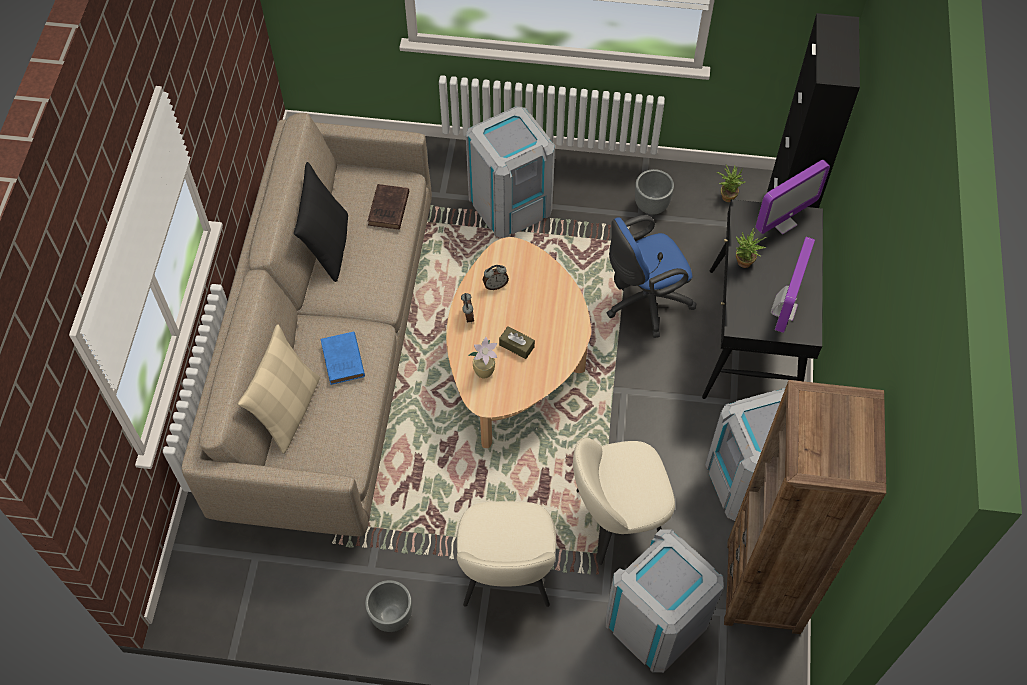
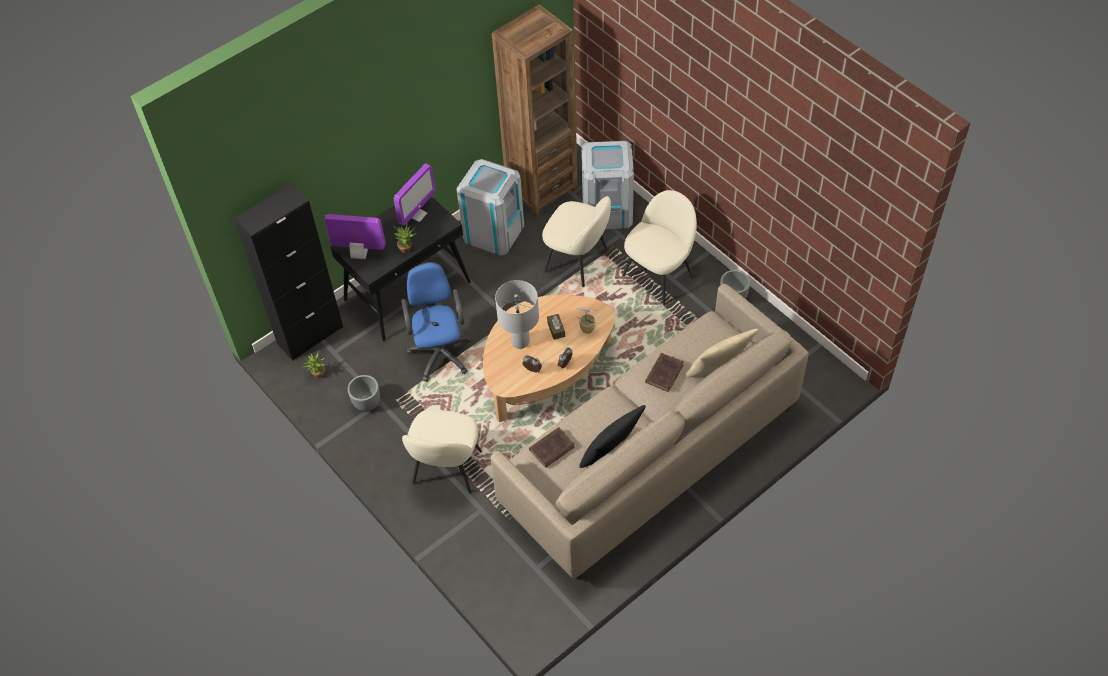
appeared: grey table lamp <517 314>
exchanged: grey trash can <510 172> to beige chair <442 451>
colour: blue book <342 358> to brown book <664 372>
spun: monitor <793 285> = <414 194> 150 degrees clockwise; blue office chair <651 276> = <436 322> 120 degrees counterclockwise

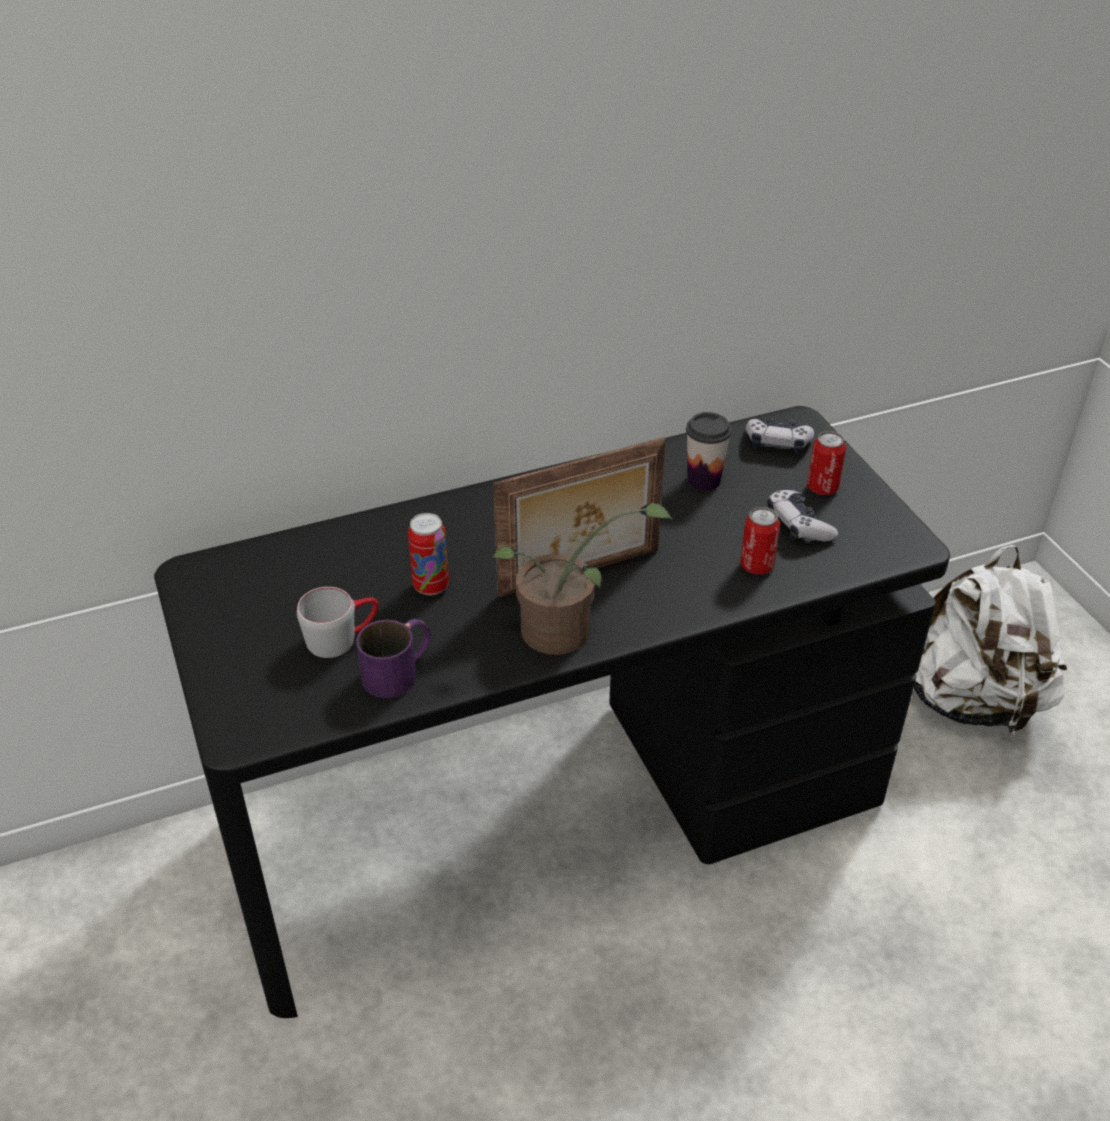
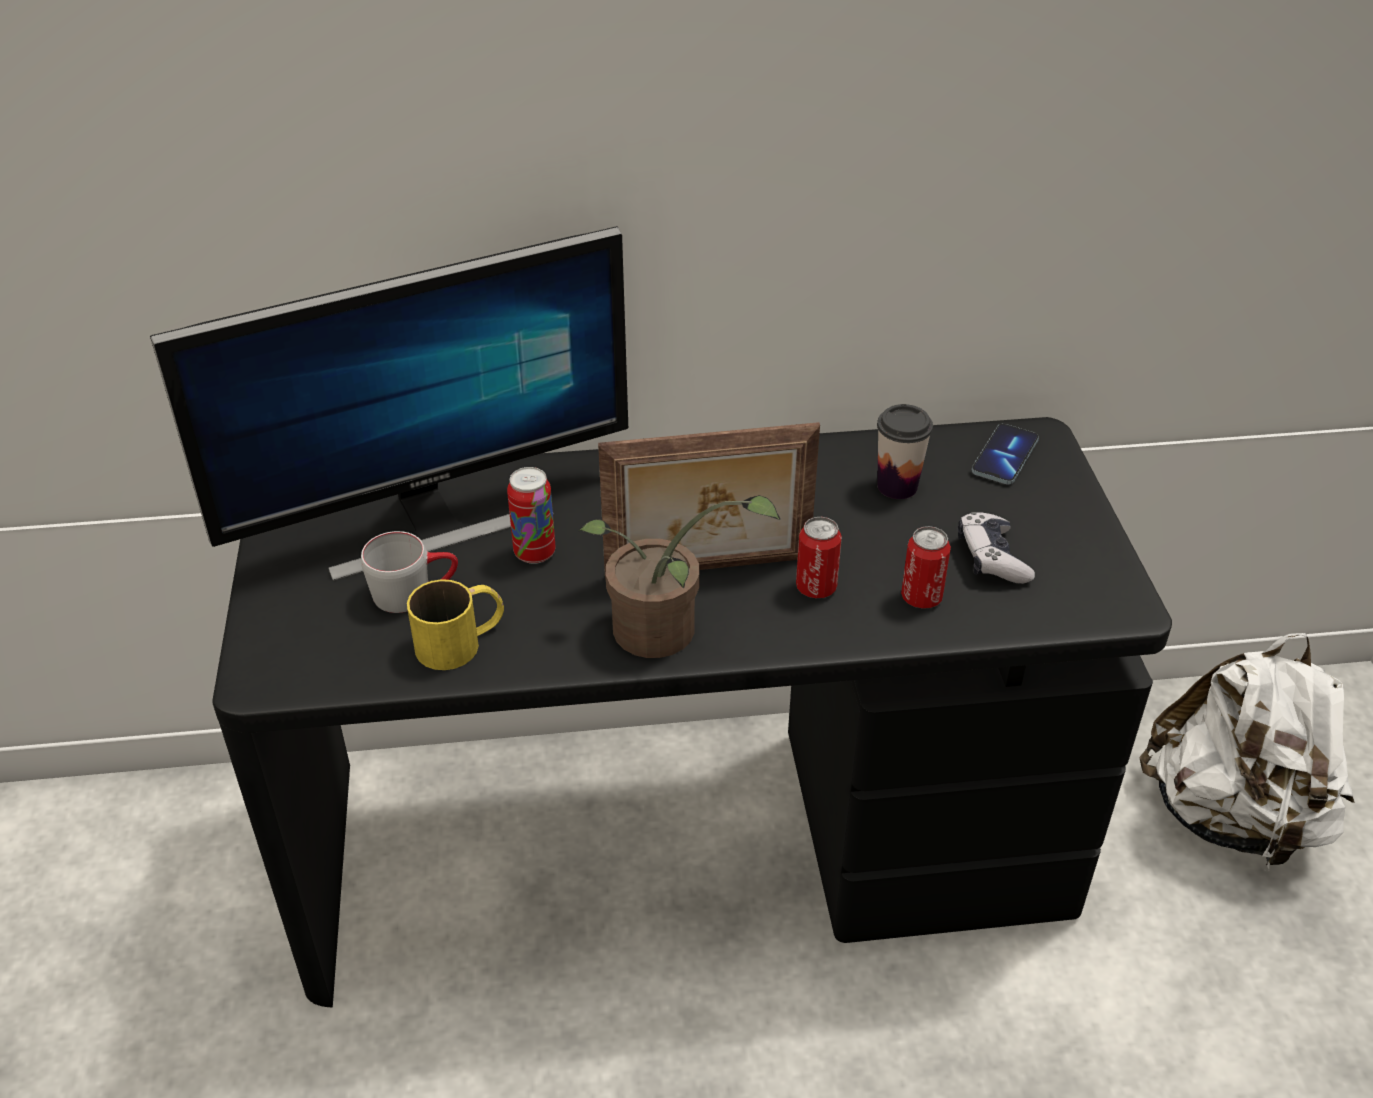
appeared: monitor <389 403>
relocated: can <826 463> to <819 557>
exchanged: game controller <780 435> to phone <1005 454>
colour: purple mug <393 658> to yellow mug <455 624>

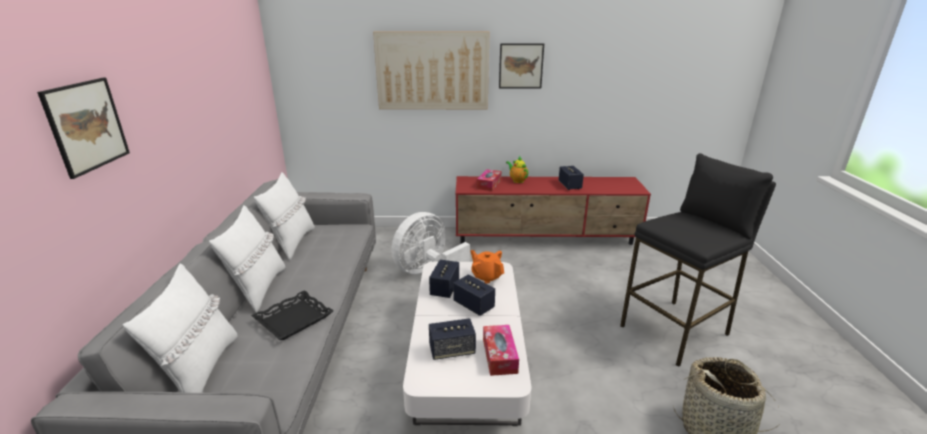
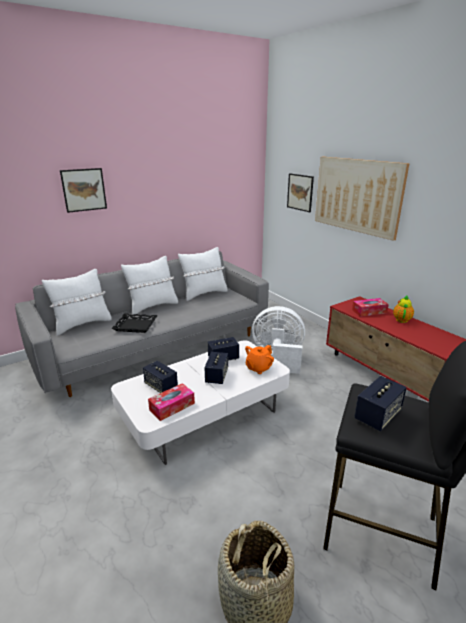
relocated: picture <521 66> to <300 192>; speaker <571 178> to <380 403>
spun: orange teapot <487 267> = <259 359> 150 degrees counterclockwise

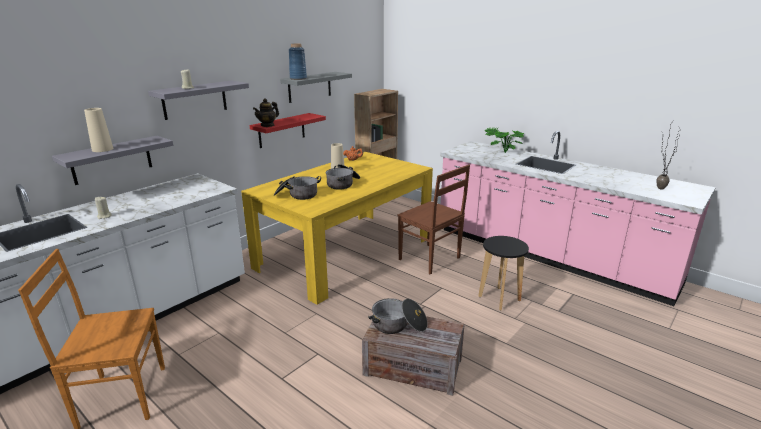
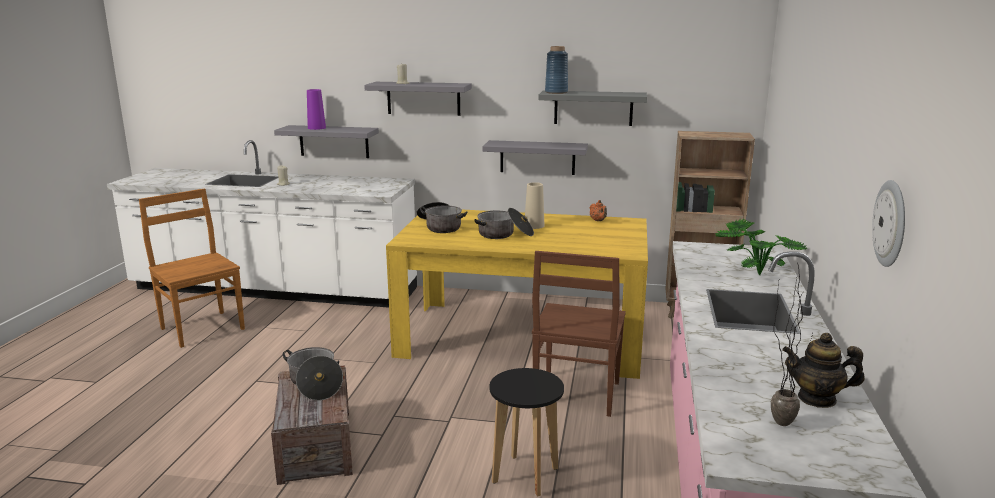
appeared: wall clock <888 223>
relocated: teapot <266 112> to <823 370>
colour: beige vase <98 130> to purple vase <316 109>; red shelf <288 130> to grey shelf <535 157>

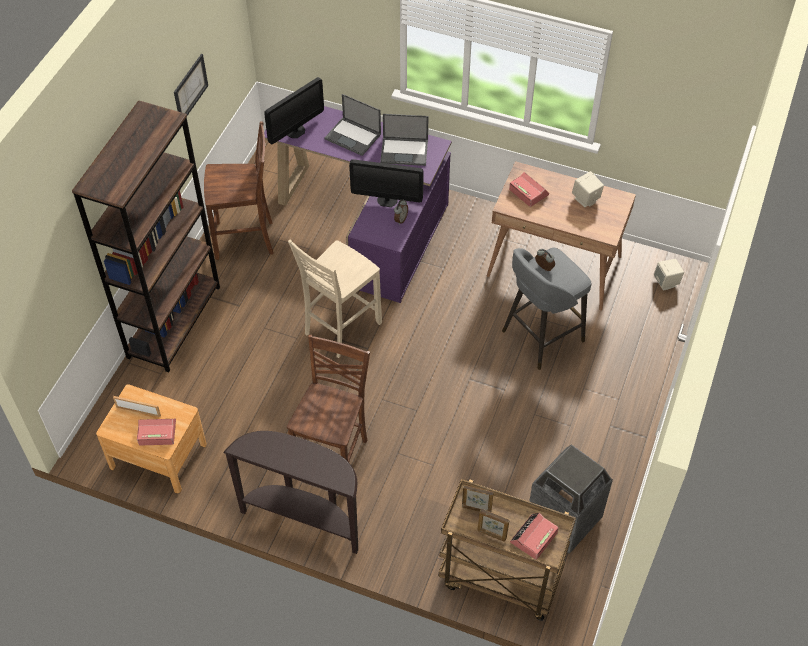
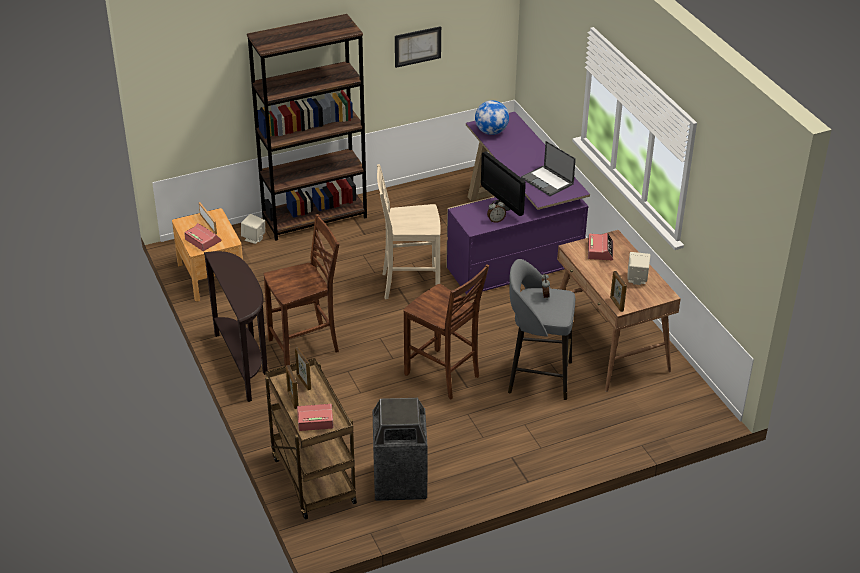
missing: laptop <352 125>
appeared: picture frame <618 291>
relocated: beige speaker <669 275> to <253 229>; brown chair <239 190> to <446 332>
exchanged: monitor <294 111> to globe <492 117>

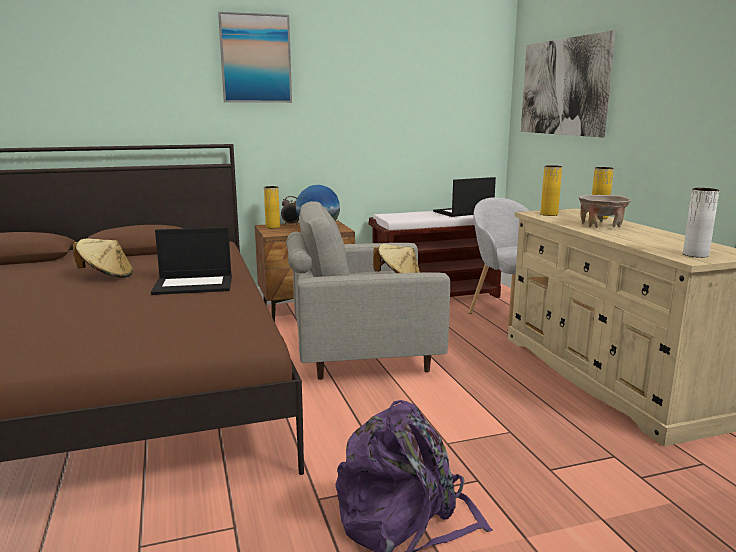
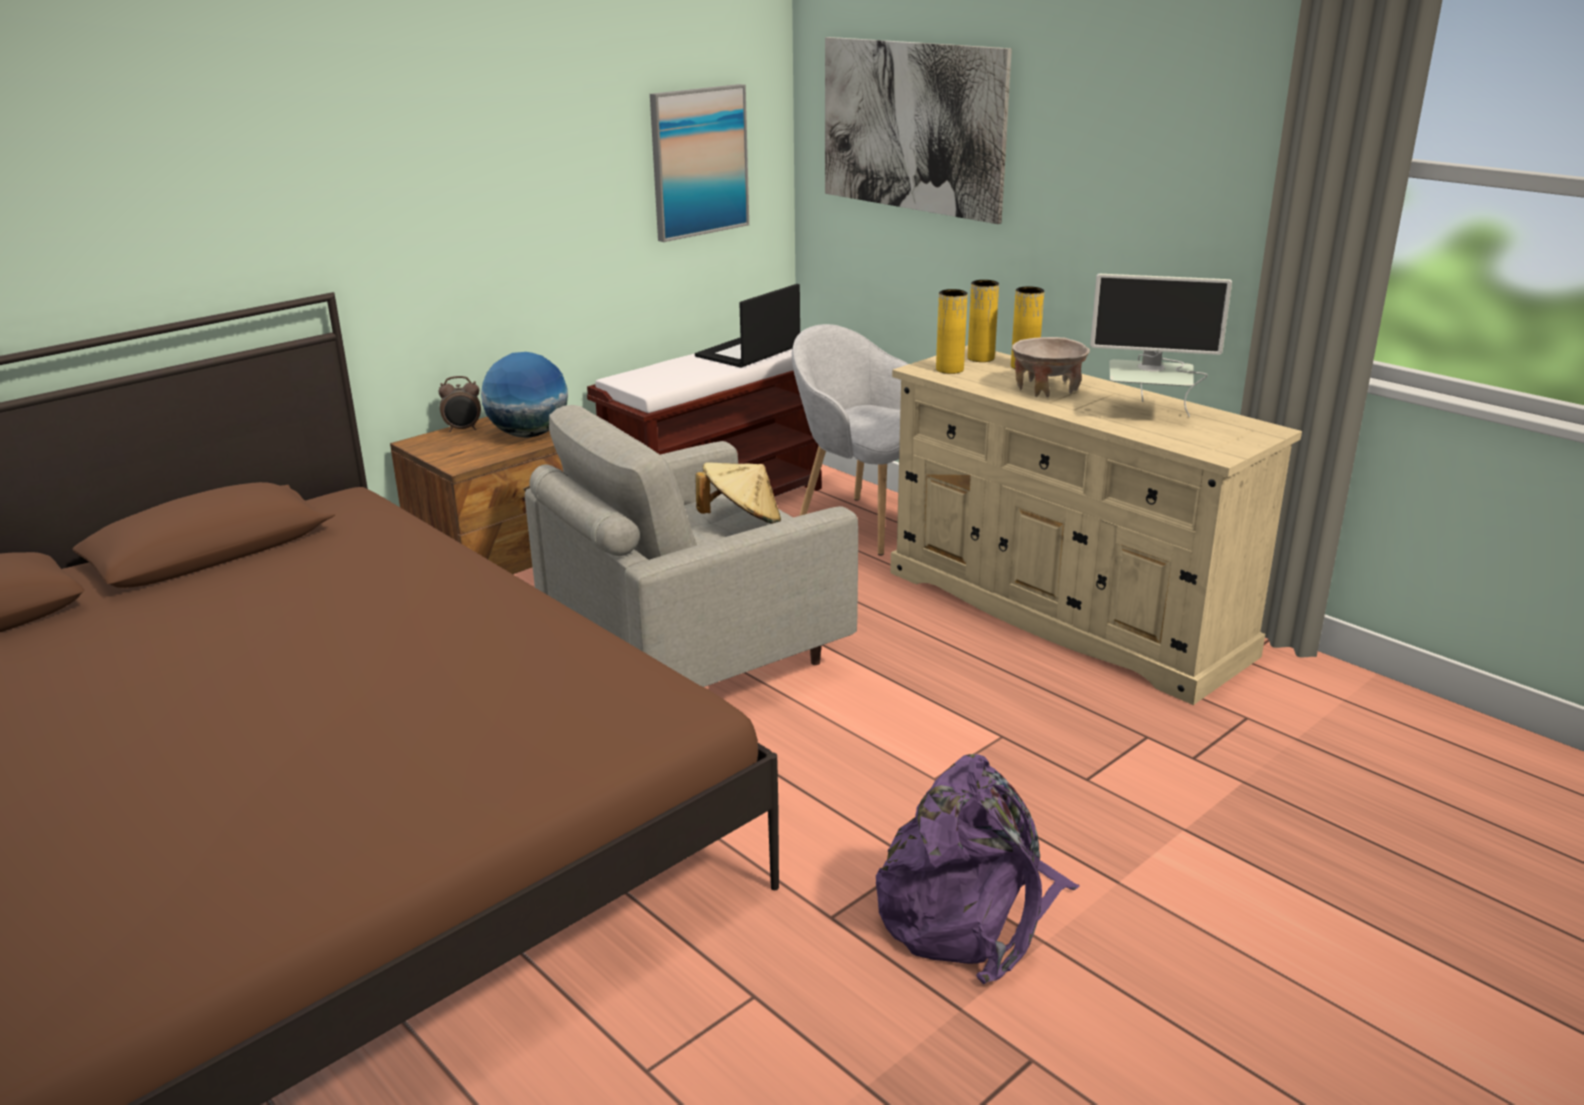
missing: beige hat <103 258>; laptop <191 261>; white vase <701 223>
appeared: monitor <1161 345>
relocated: picture <255 57> to <699 163>; yellow vase <272 207> to <983 321>

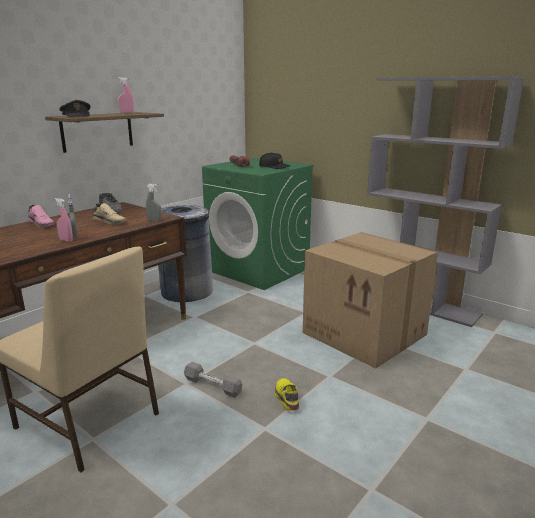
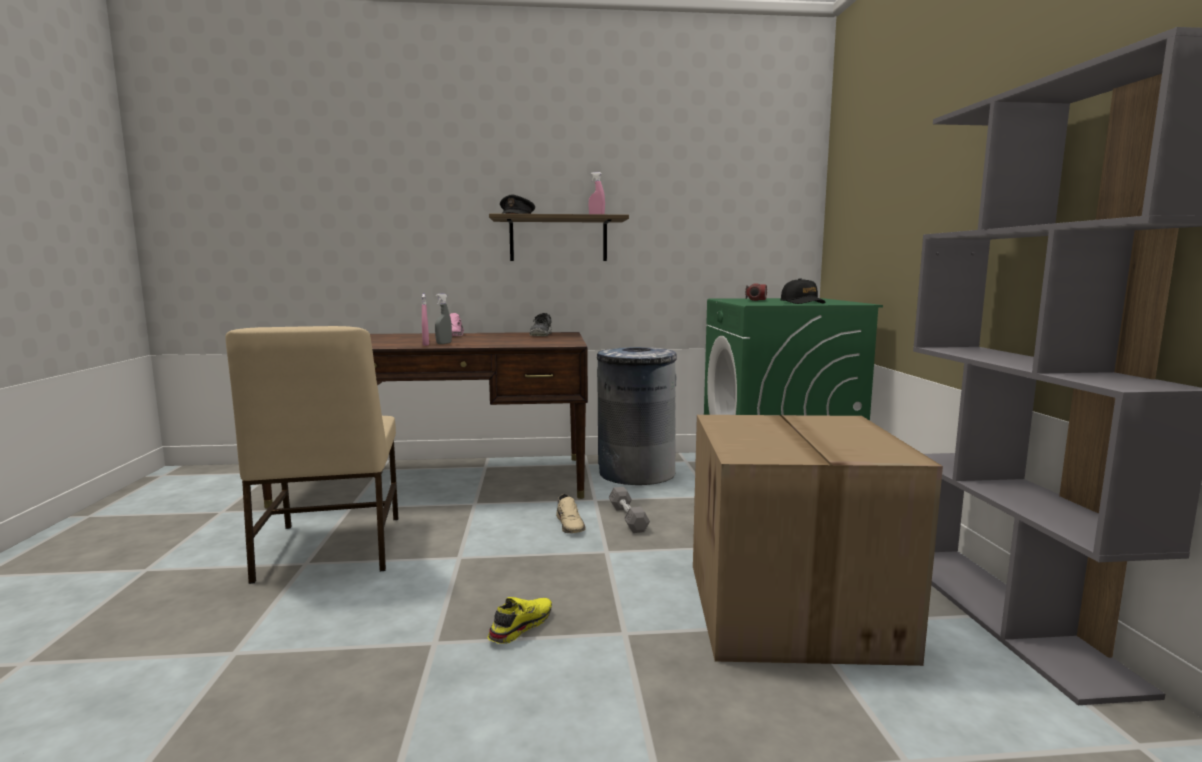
missing: grey spray bottle <154 203>
relocated: beige shoe <109 214> to <571 513>; grey dumbbell <213 380> to <629 510>

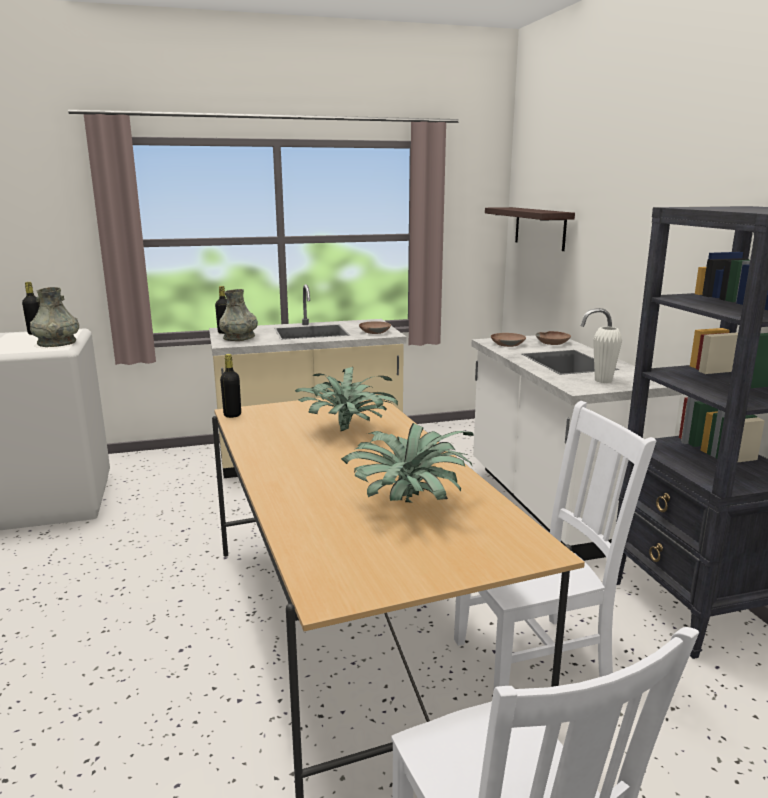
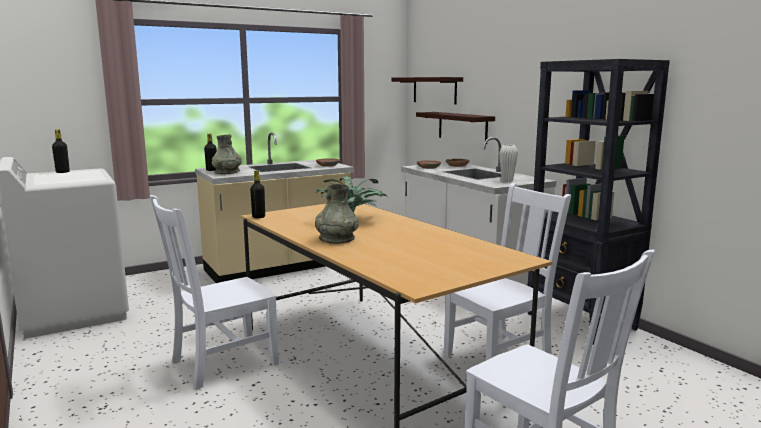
missing: potted plant <407 463>
appeared: white chair <214 292>; shelf <455 126>
relocated: grey vase <54 317> to <337 214>

